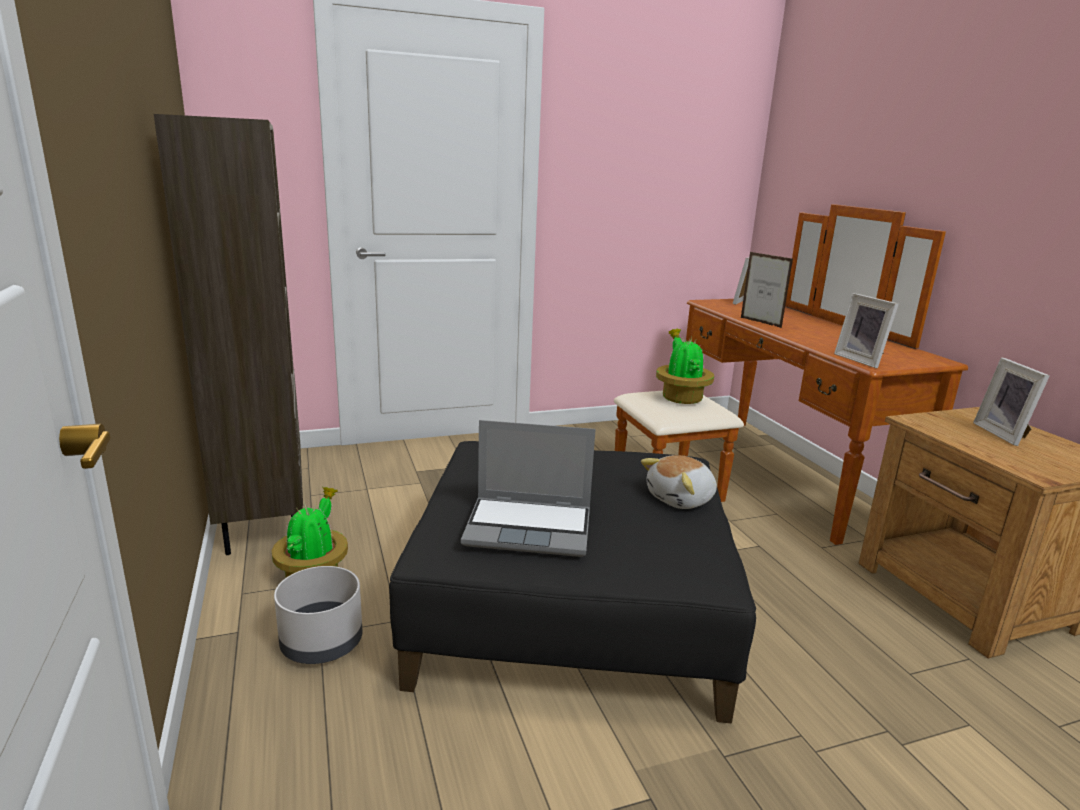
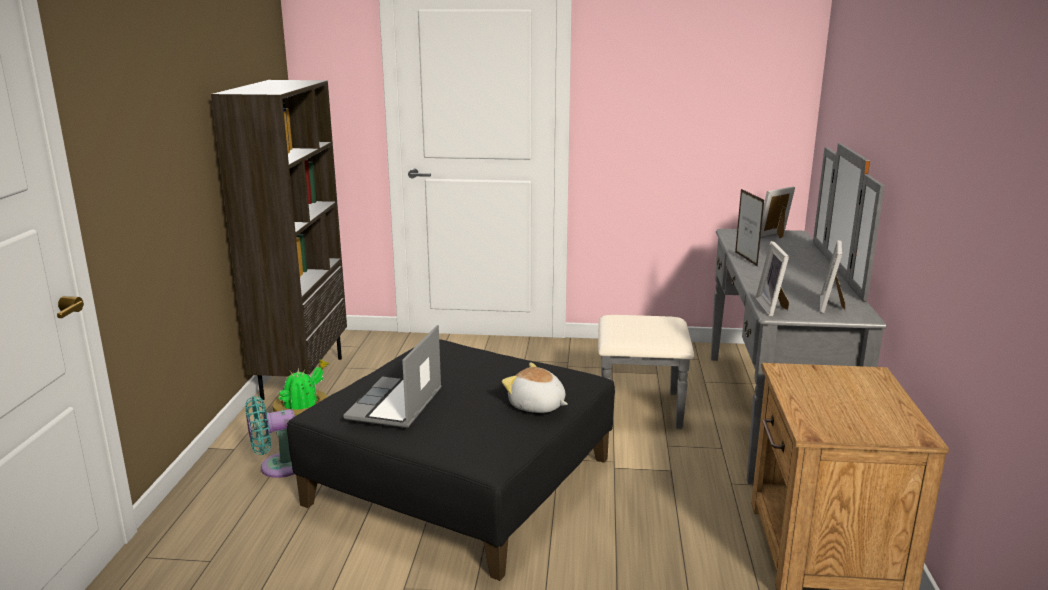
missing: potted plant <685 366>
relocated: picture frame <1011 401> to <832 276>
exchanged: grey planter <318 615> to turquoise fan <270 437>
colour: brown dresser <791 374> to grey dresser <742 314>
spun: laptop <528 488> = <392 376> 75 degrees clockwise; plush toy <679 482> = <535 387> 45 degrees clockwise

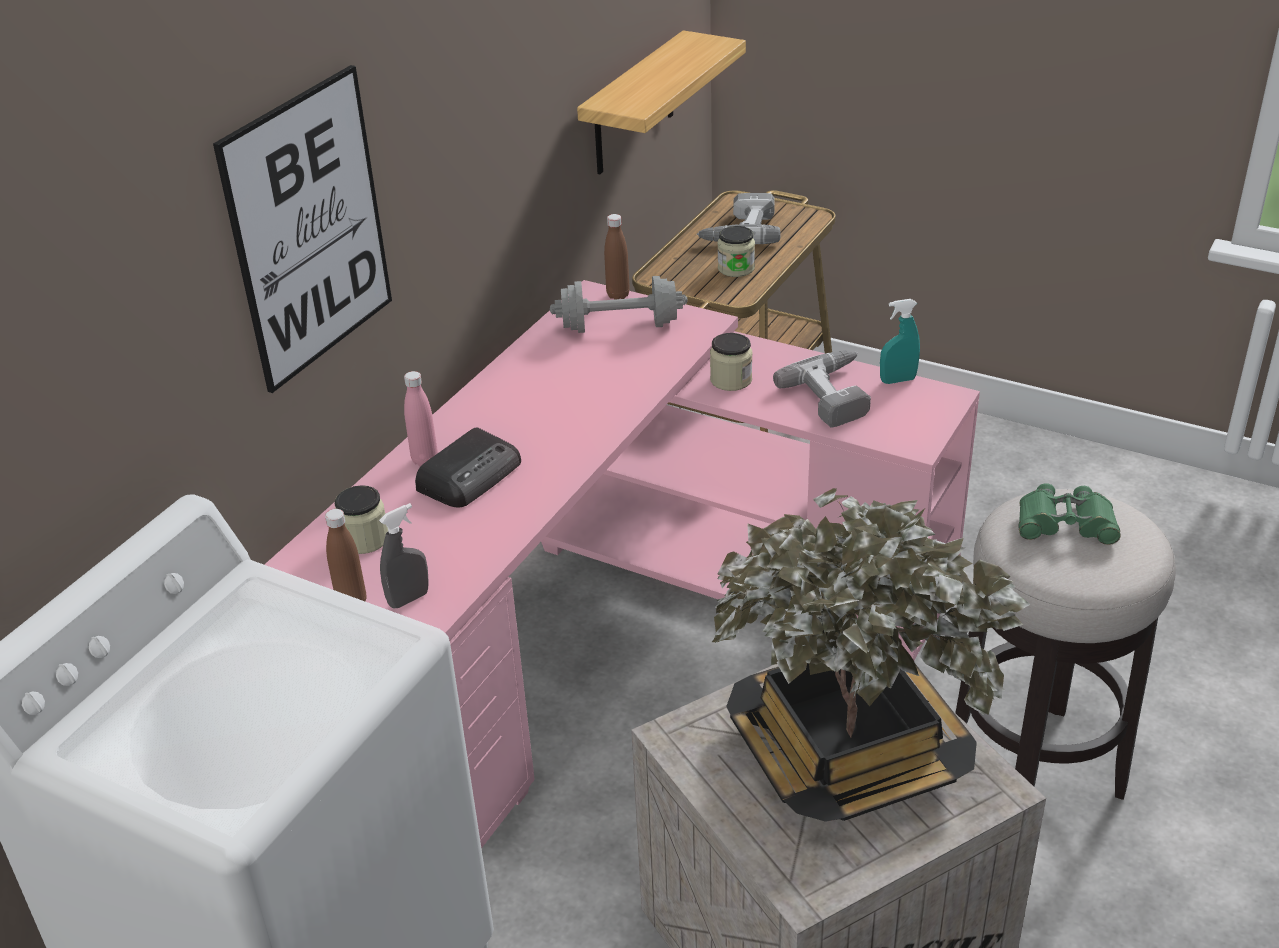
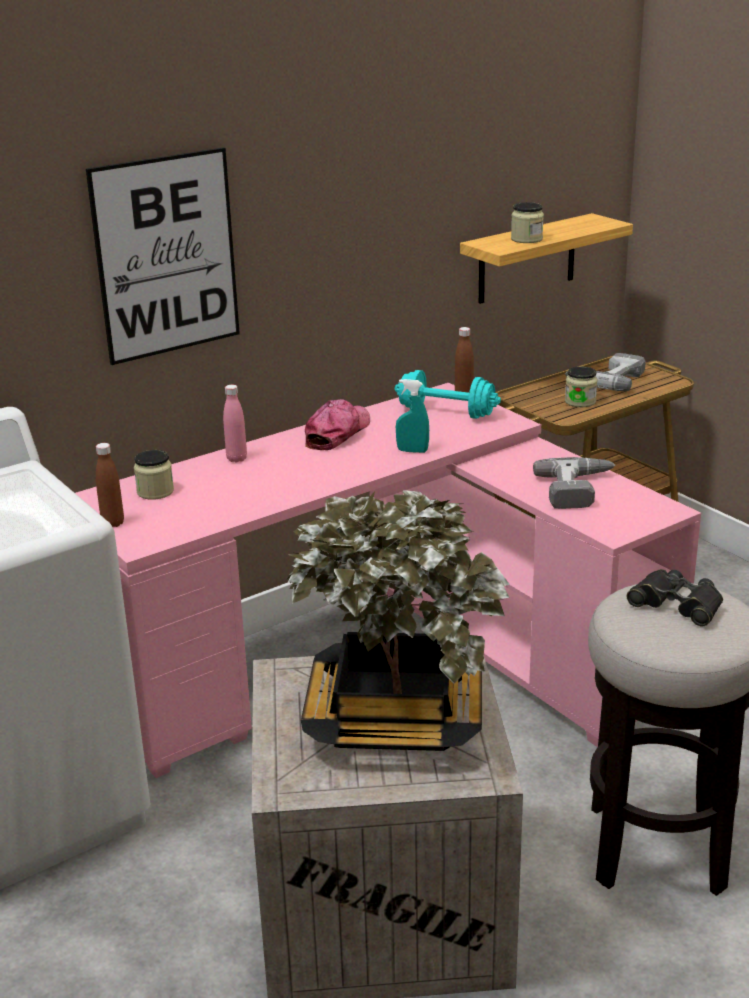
missing: grey spray bottle <404 555>; radio <468 467>
appeared: cap <337 424>
relocated: turquoise spray bottle <900 341> to <412 416>; jar <731 362> to <527 222>
colour: grey dumbbell <619 304> to turquoise dumbbell <448 394>; green binoculars <1069 514> to black binoculars <675 597>

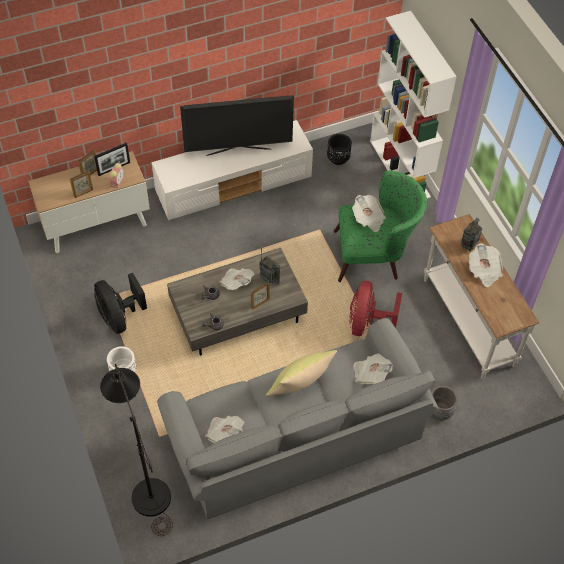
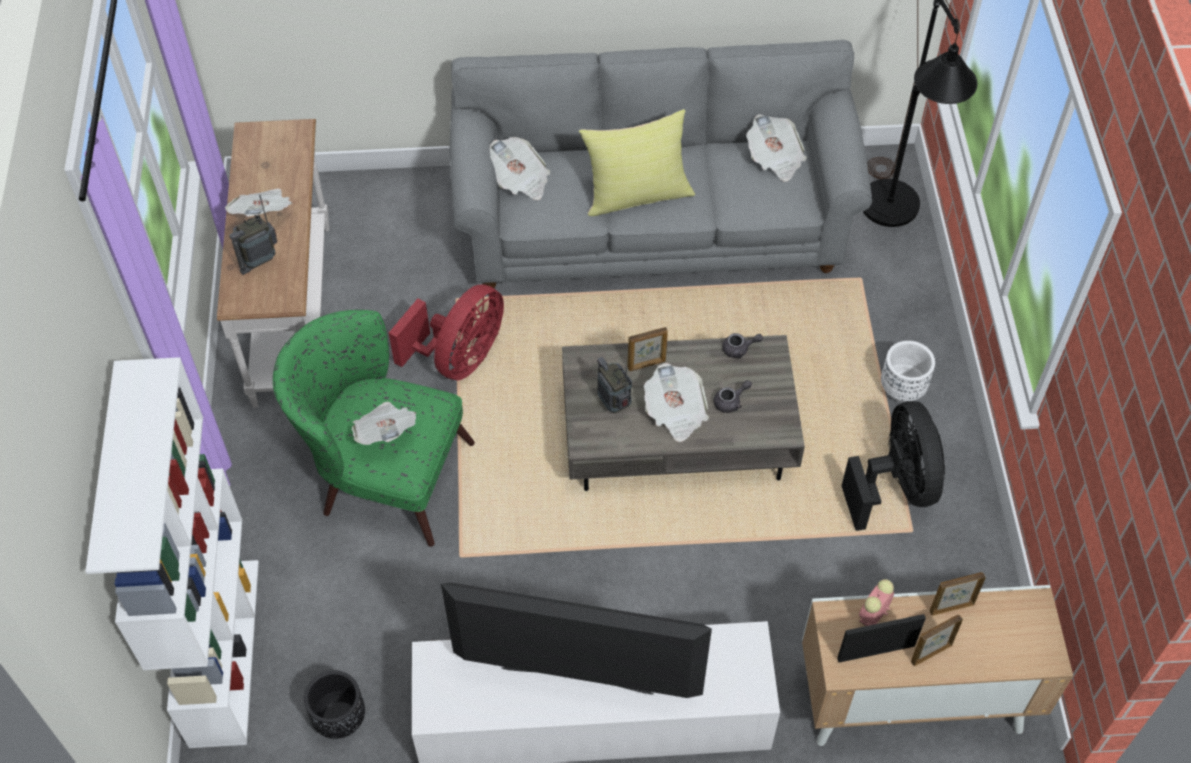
missing: grey planter <444 403>

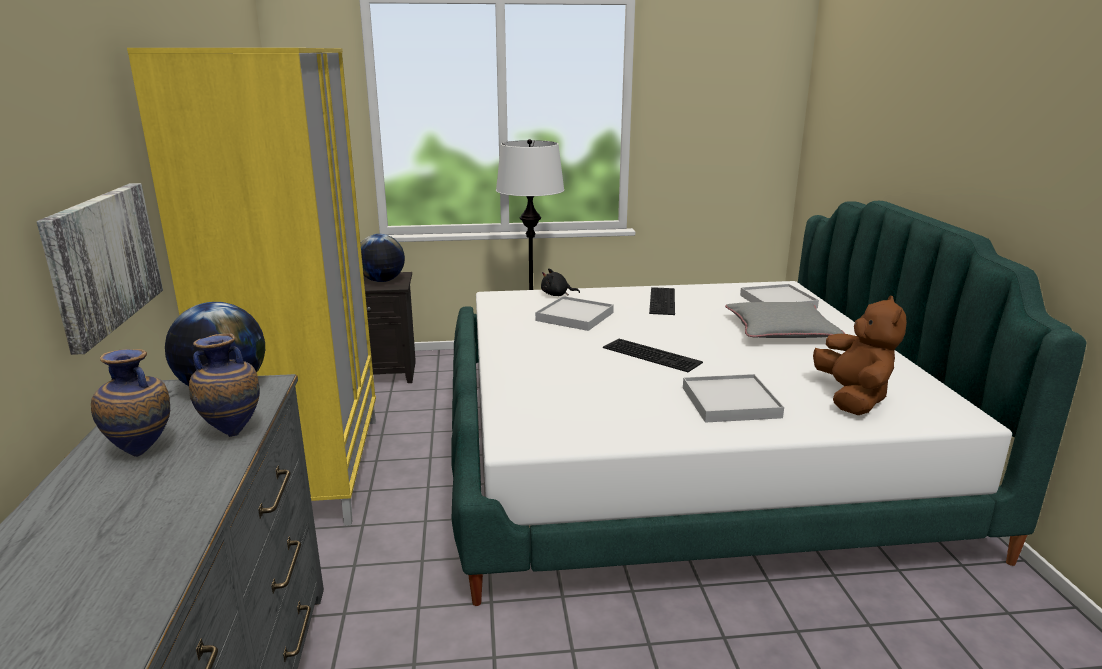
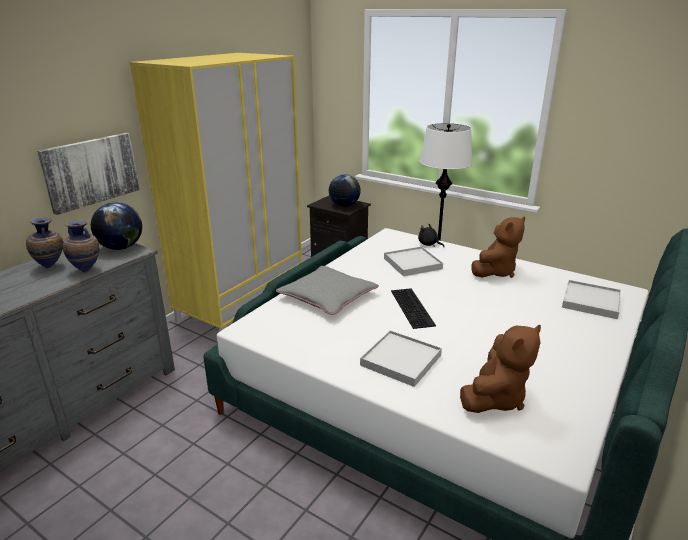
relocated: grey pillow <785 320> to <327 290>
exchanged: keyboard <662 301> to brown plush toy <498 247>

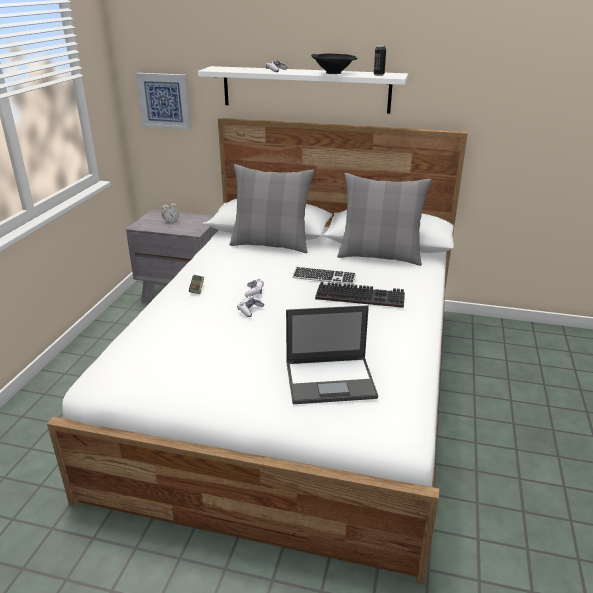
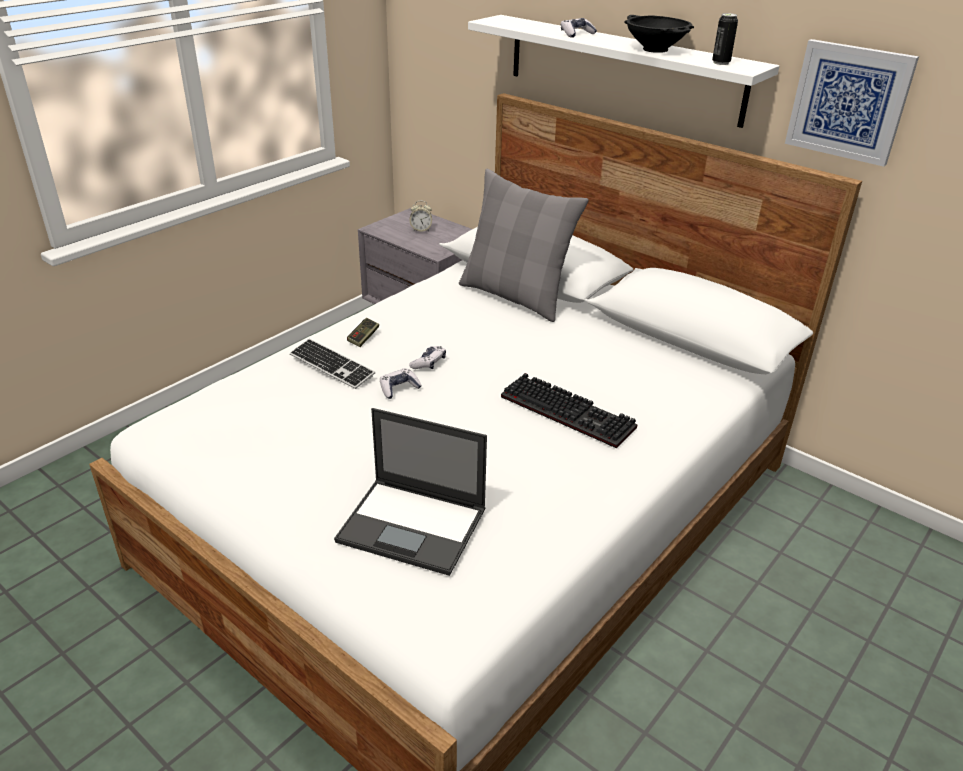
missing: grey pillow <384 219>
relocated: keyboard <324 275> to <332 364>; picture <163 101> to <852 103>

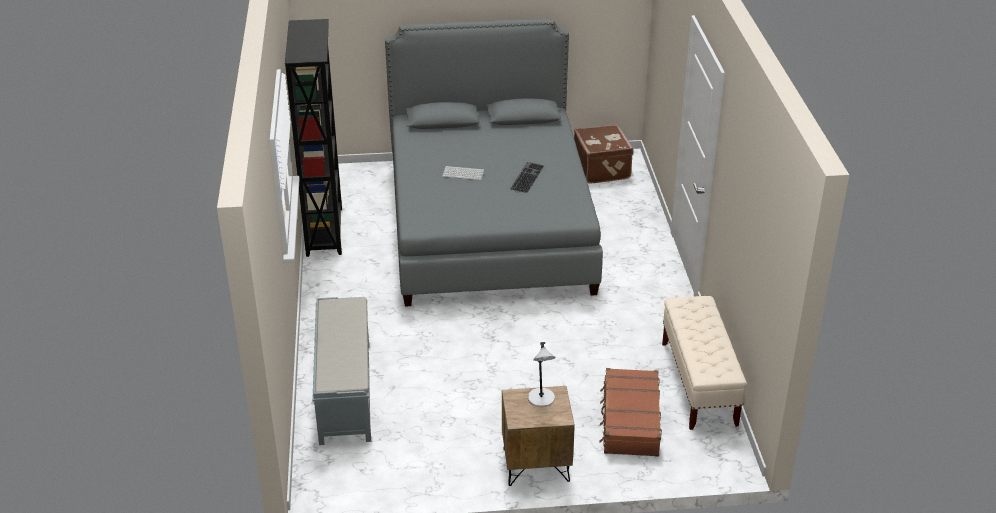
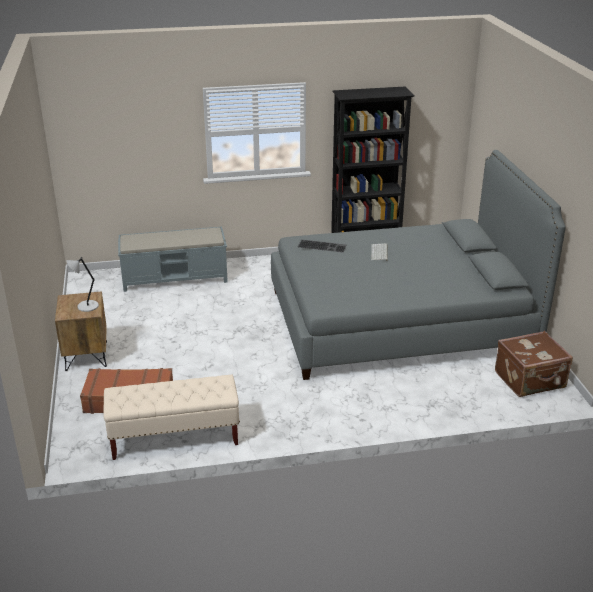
relocated: keyboard <527 177> to <322 245>

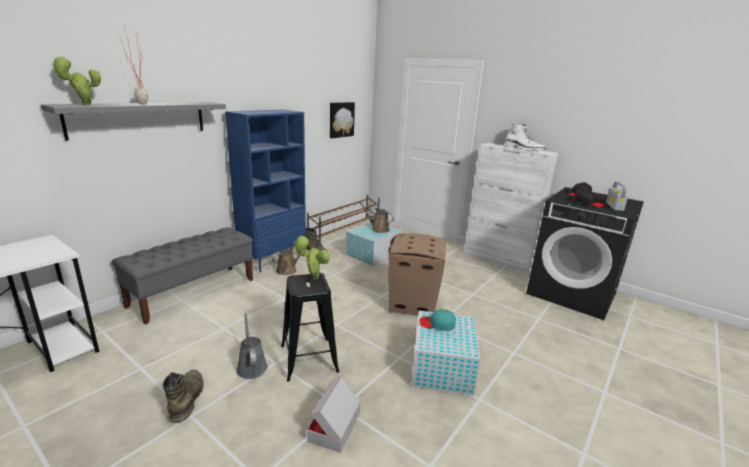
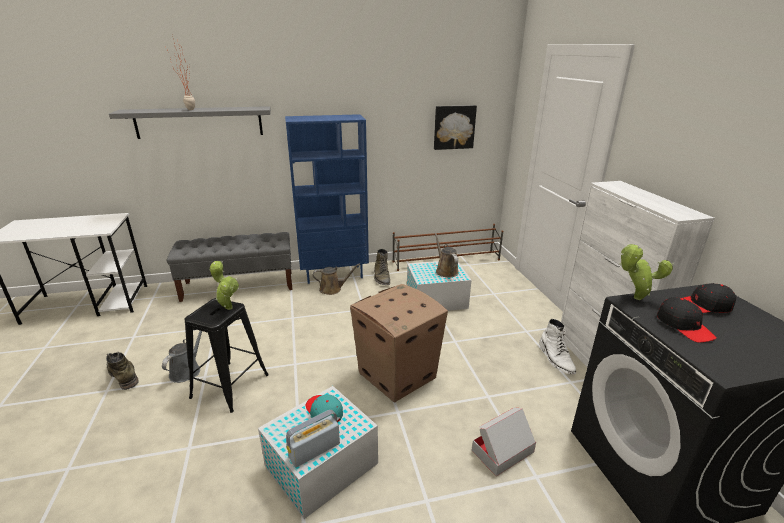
relocated: radio <617 196> to <313 438>; cardboard box <333 415> to <504 442>; white boot <525 136> to <557 346>; potted plant <76 80> to <646 272>
spun: green boot <183 396> = <122 371> 75 degrees counterclockwise

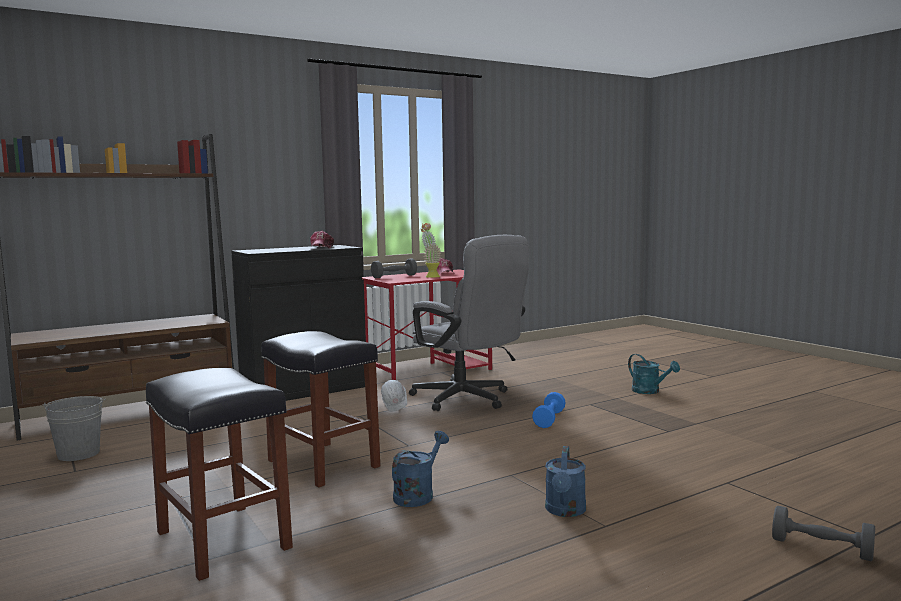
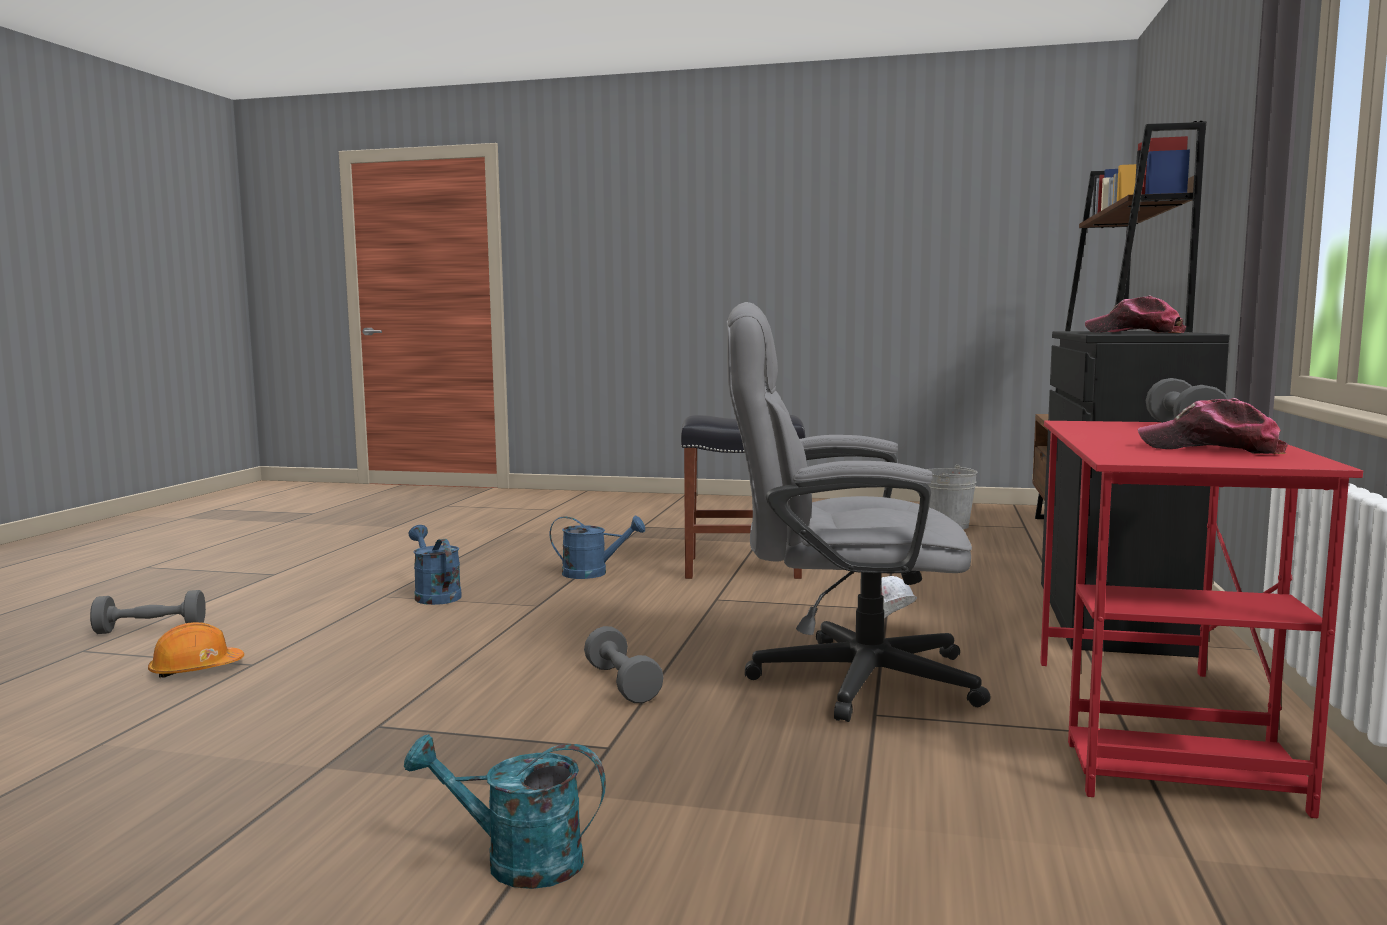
missing: black stool <219 474>; potted plant <431 250>
appeared: orange hard hat <196 650>
colour: blue dumbbell <549 410> to grey dumbbell <624 664>
spun: blue watering can <420 469> = <597 547> 75 degrees counterclockwise

